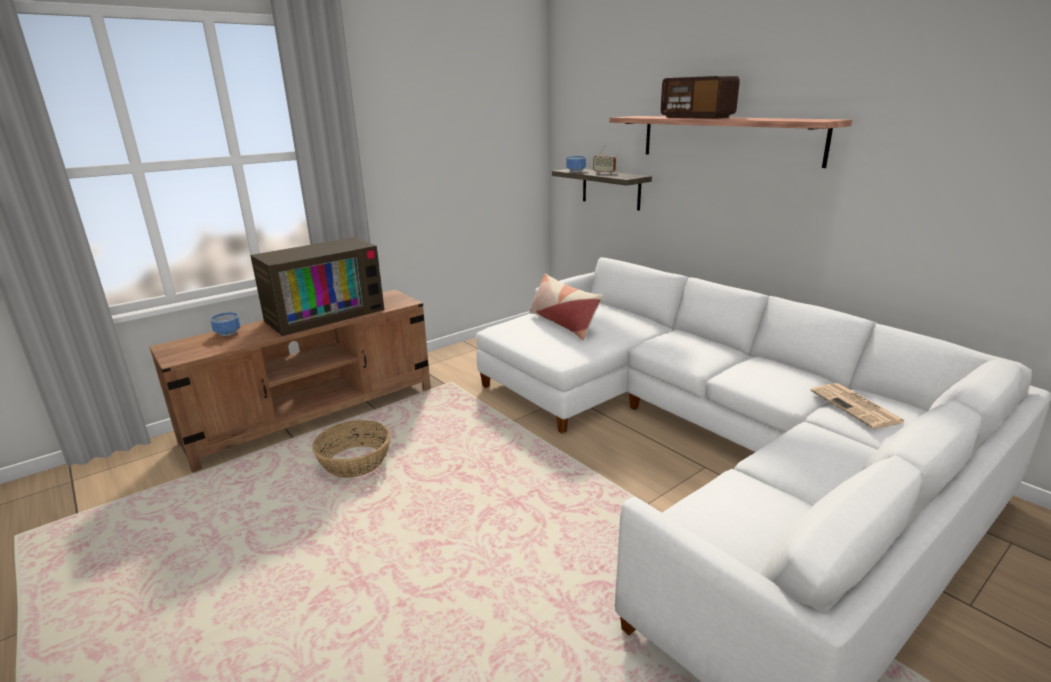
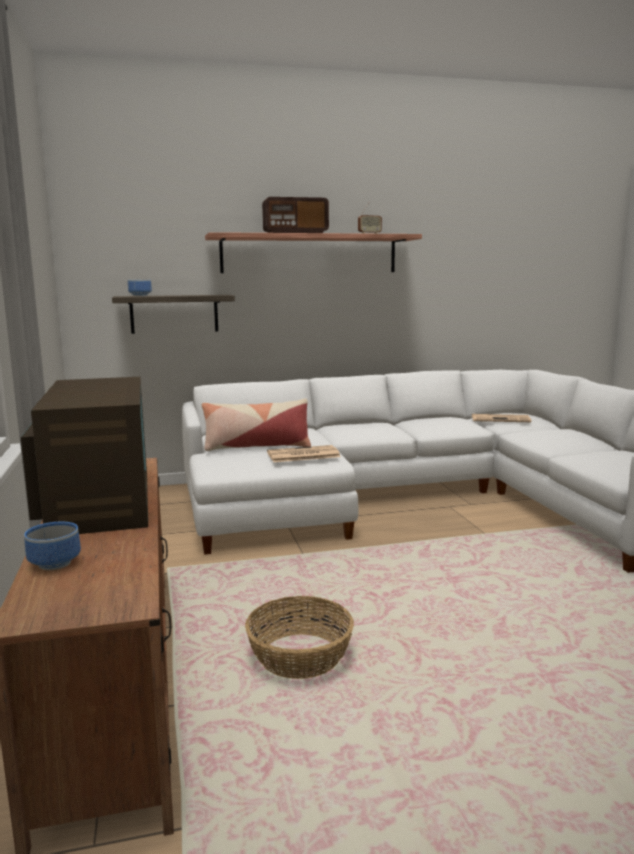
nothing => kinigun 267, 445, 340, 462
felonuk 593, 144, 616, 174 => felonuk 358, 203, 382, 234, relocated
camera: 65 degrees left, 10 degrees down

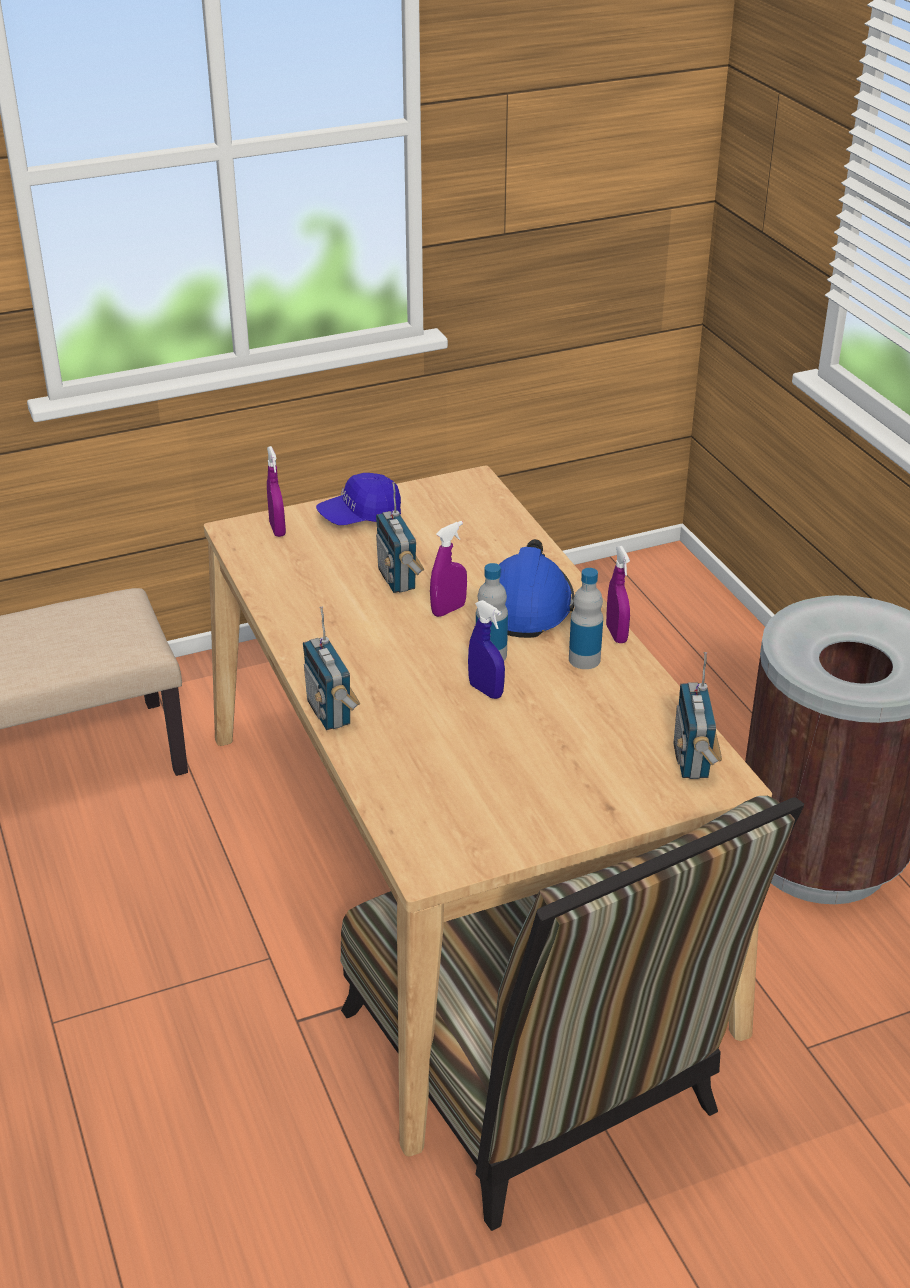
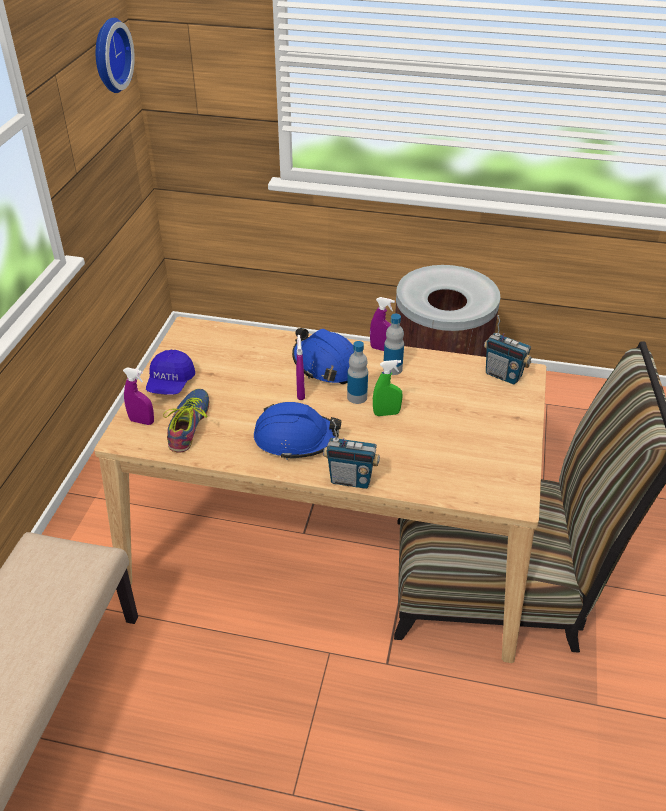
felonuk 376, 482, 424, 593 => nothing
nothing => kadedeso 96, 18, 135, 93
nothing => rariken 163, 389, 209, 453
nothing => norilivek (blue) 254, 402, 342, 460
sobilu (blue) 468, 600, 505, 699 => sobilu (green) 373, 360, 403, 416
camera: 55 degrees left, 5 degrees up

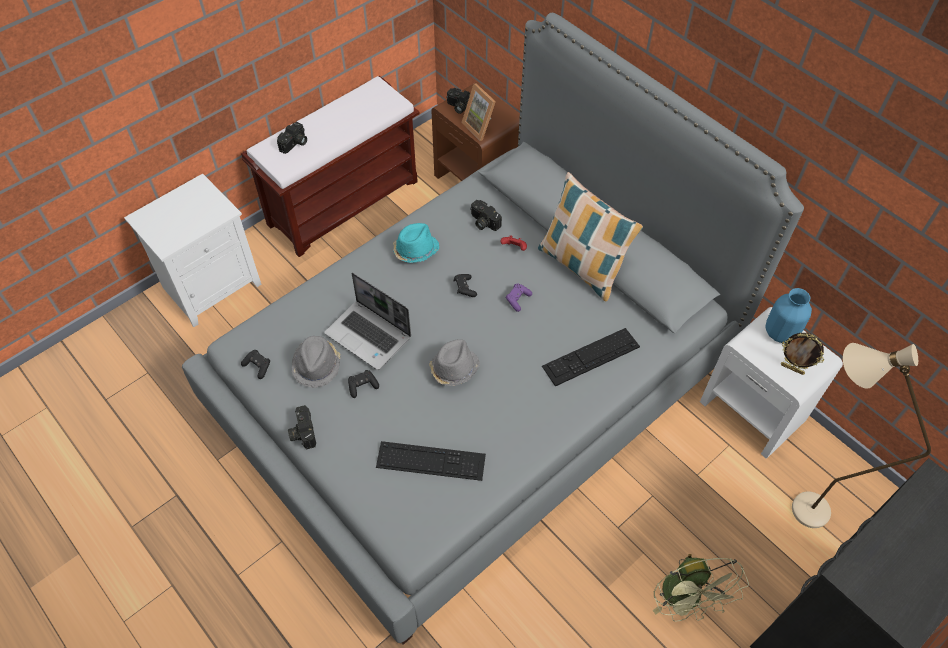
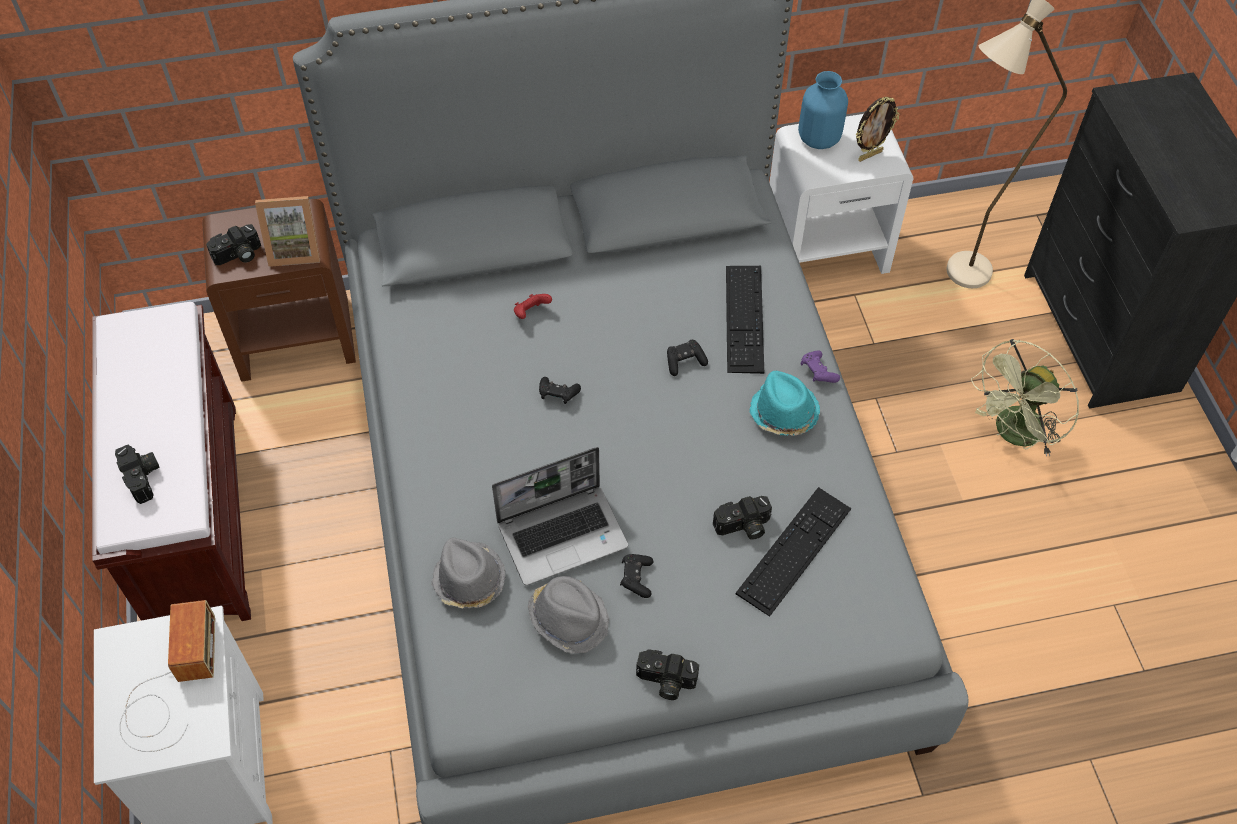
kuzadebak 538, 172, 643, 302 => nothing
nothing => felonuk 119, 600, 215, 752
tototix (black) 241, 350, 270, 379 => tototix (black) 667, 340, 708, 376, relocated
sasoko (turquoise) 393, 223, 439, 263 => sasoko (turquoise) 749, 371, 820, 436, relocated
sasoko (grey) 429, 339, 480, 386 => sasoko (grey) 431, 538, 506, 609, relocated
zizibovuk 470, 200, 502, 231 => zizibovuk 713, 496, 772, 540, relocated
tototix (purple) 506, 283, 532, 312 => tototix (purple) 801, 350, 840, 383, relocated
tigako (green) 653, 554, 749, 622 => tigako (green) 971, 339, 1079, 457, 120 degrees clockwise
camera: 60 degrees left, 0 degrees up

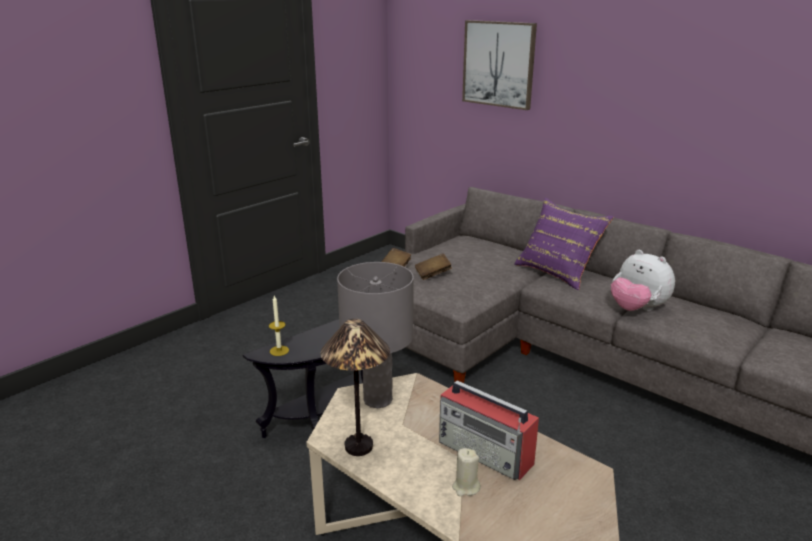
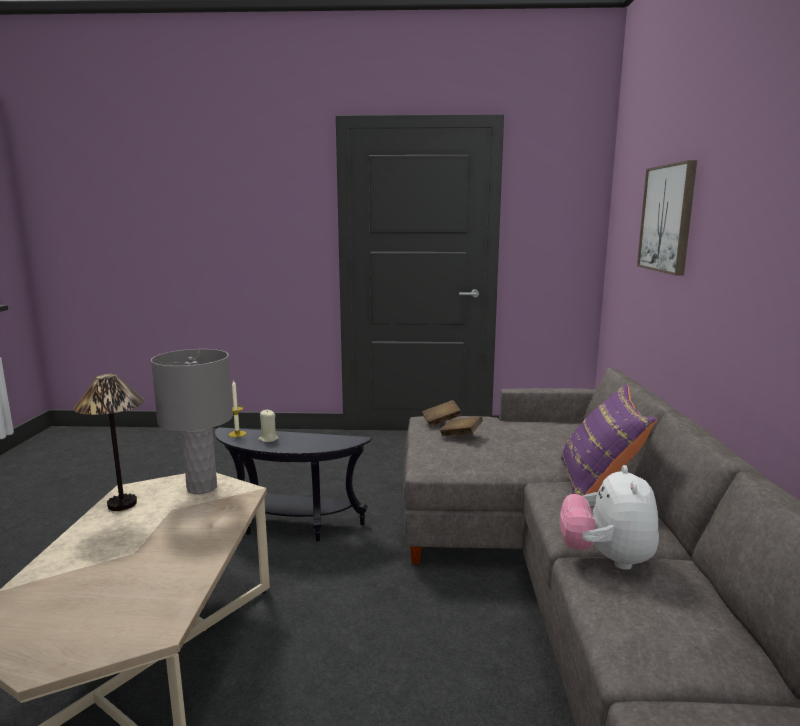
felonuk 439, 380, 539, 480 => nothing
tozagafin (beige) 452, 448, 481, 496 => tozagafin (beige) 258, 410, 278, 442, relocated
camera: 50 degrees right, 10 degrees down

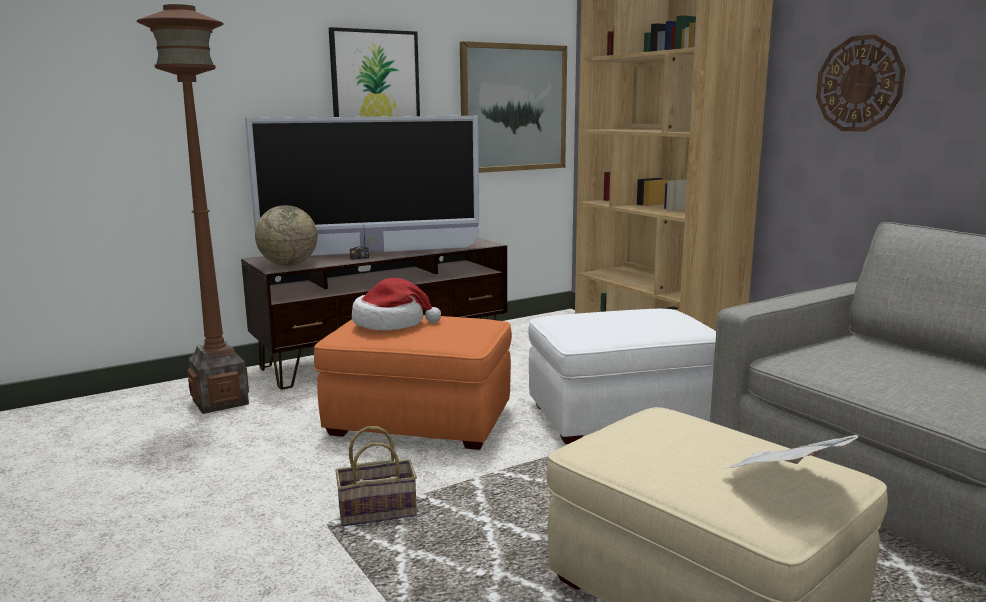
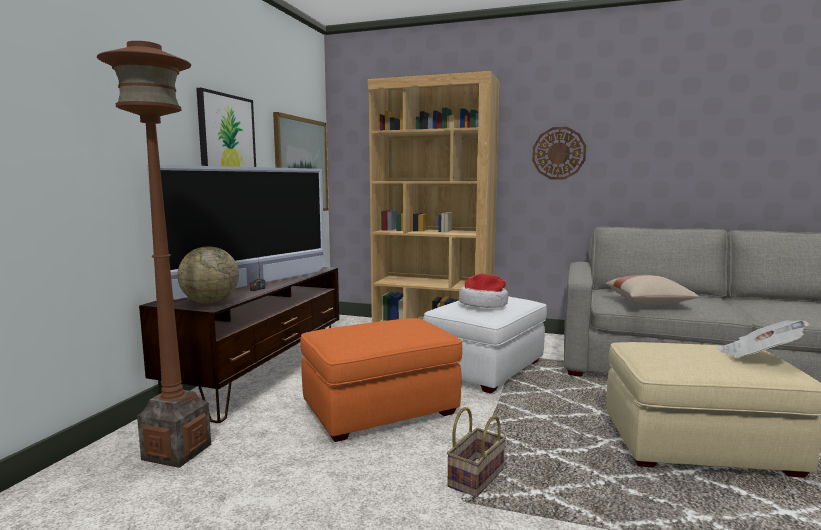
nothing => kuzadebak (beige) 606, 275, 700, 305
sasoko 352, 278, 441, 331 => sasoko 459, 273, 508, 308, relocated
camera: 40 degrees left, 5 degrees down

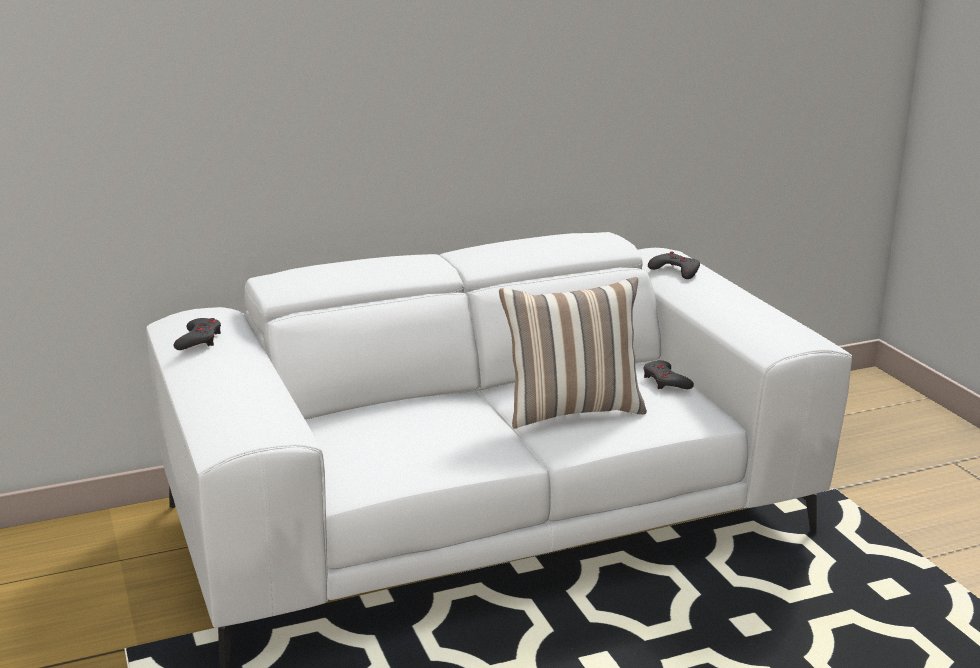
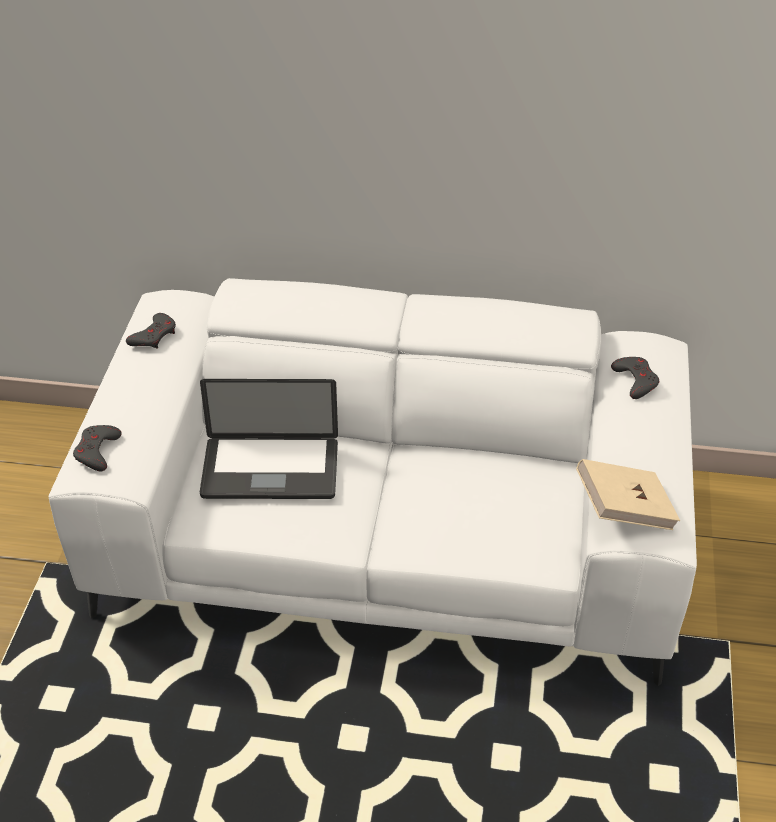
kuzadebak 499, 277, 647, 429 => nothing
nothing => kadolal 200, 379, 338, 499
nothing => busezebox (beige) 576, 459, 680, 530
tototix (grey) 644, 360, 694, 389 => tototix (grey) 73, 425, 122, 471, relocated
camera: 30 degrees right, 20 degrees up

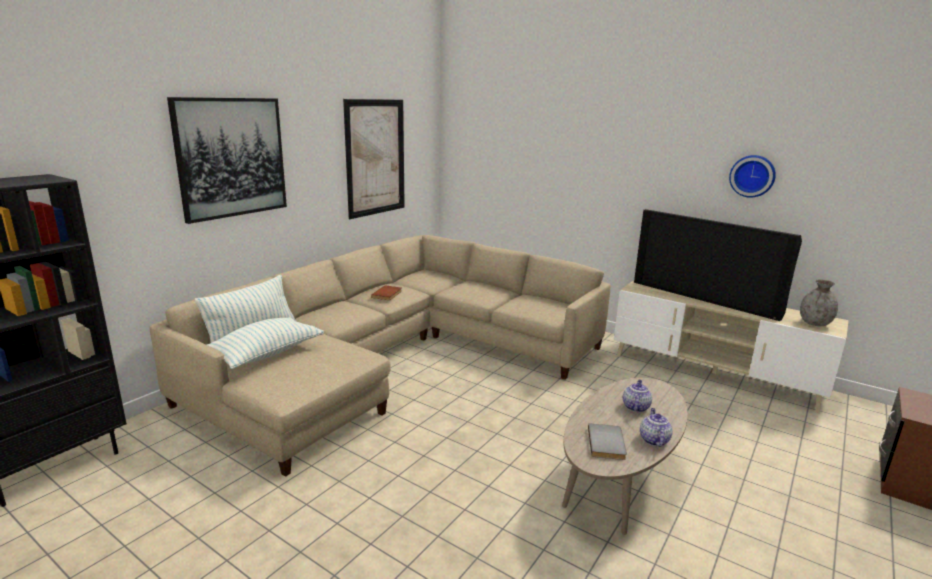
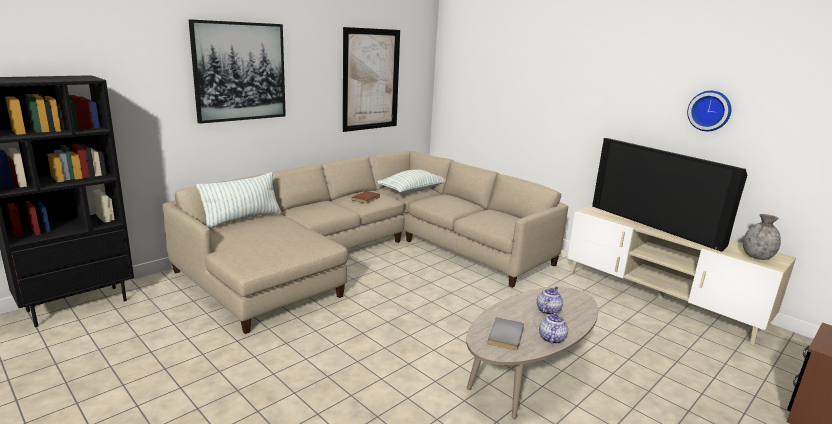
kuzadebak 207, 317, 324, 369 => kuzadebak 377, 169, 446, 193, relocated
camera: 10 degrees right, 0 degrees up

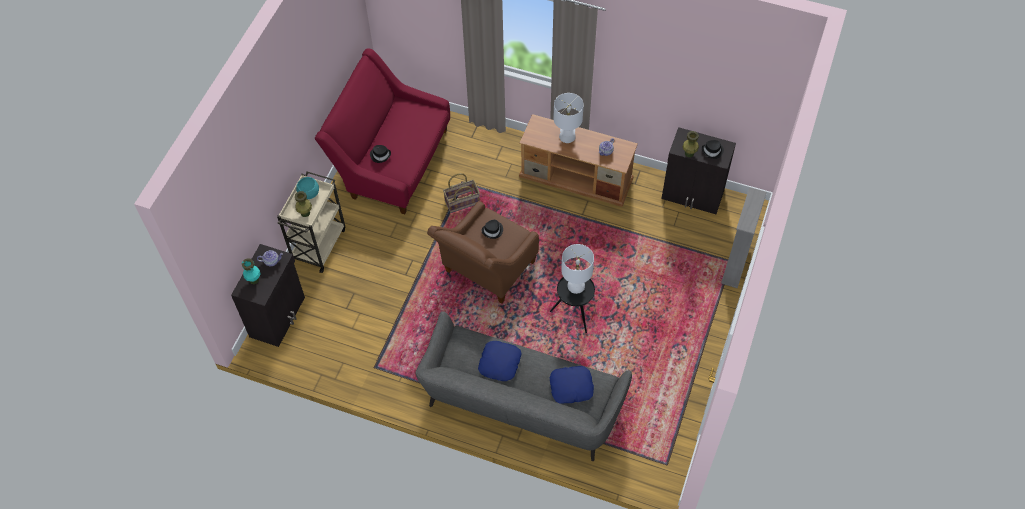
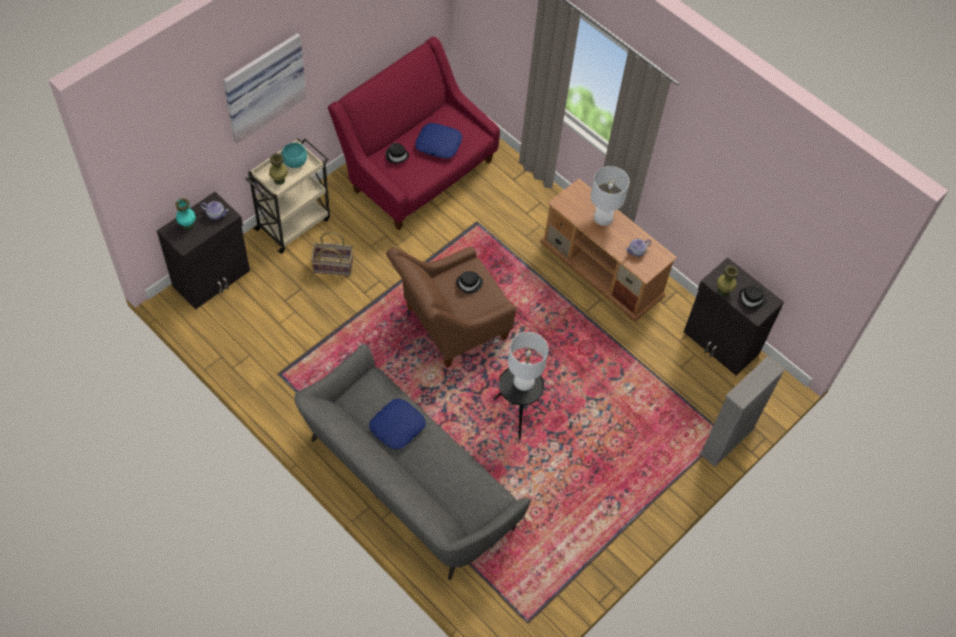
nothing => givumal 223, 33, 307, 144
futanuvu 443, 173, 480, 213 => futanuvu 311, 231, 353, 276, relocated
kuzadebak (blue) 550, 366, 594, 404 => kuzadebak (blue) 415, 123, 462, 158, relocated
camera: 20 degrees right, 0 degrees up

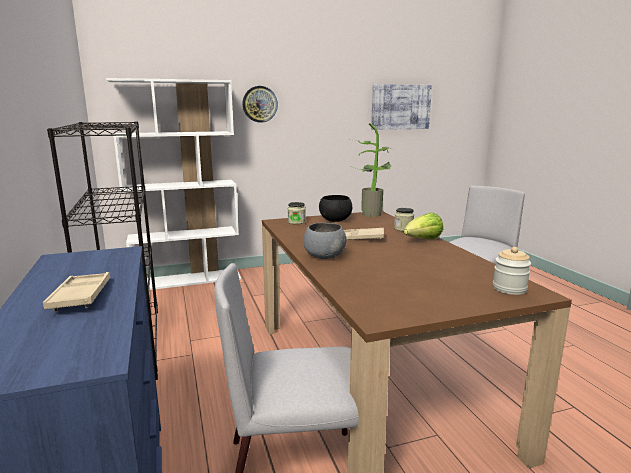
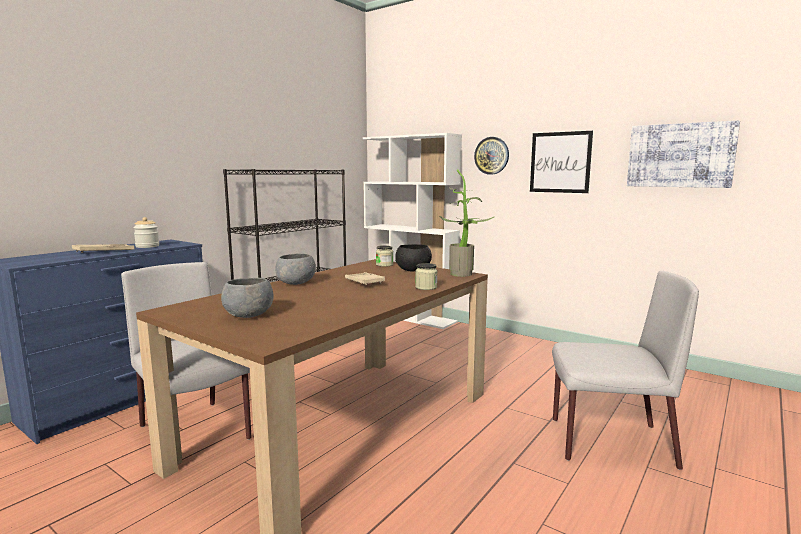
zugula 404, 212, 443, 239 => nothing
nothing => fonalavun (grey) 221, 278, 274, 318
nothing => givumal 530, 131, 593, 193
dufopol 493, 247, 531, 295 => dufopol 133, 217, 159, 248, relocated
camera: 55 degrees right, 5 degrees down

